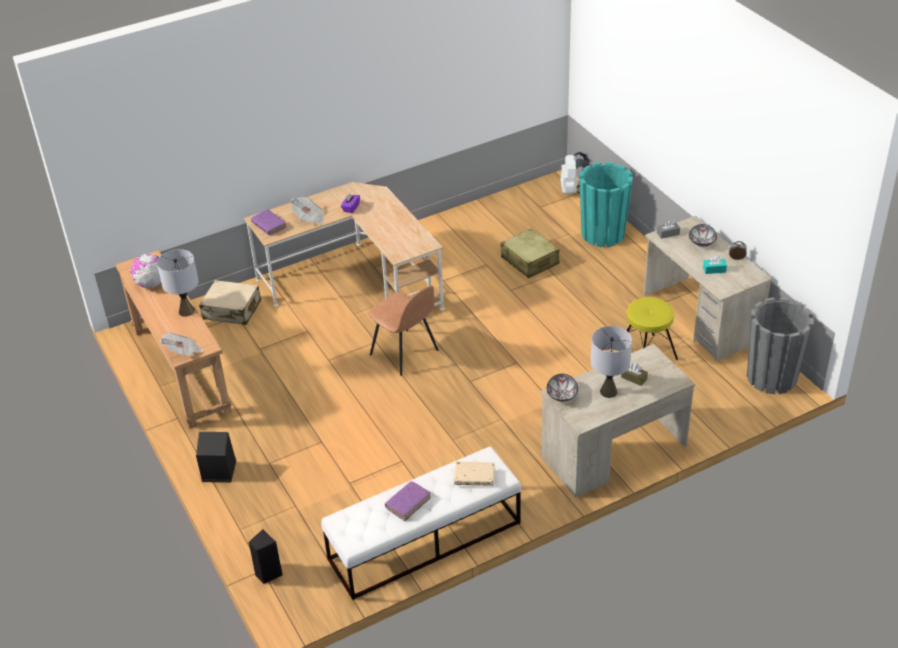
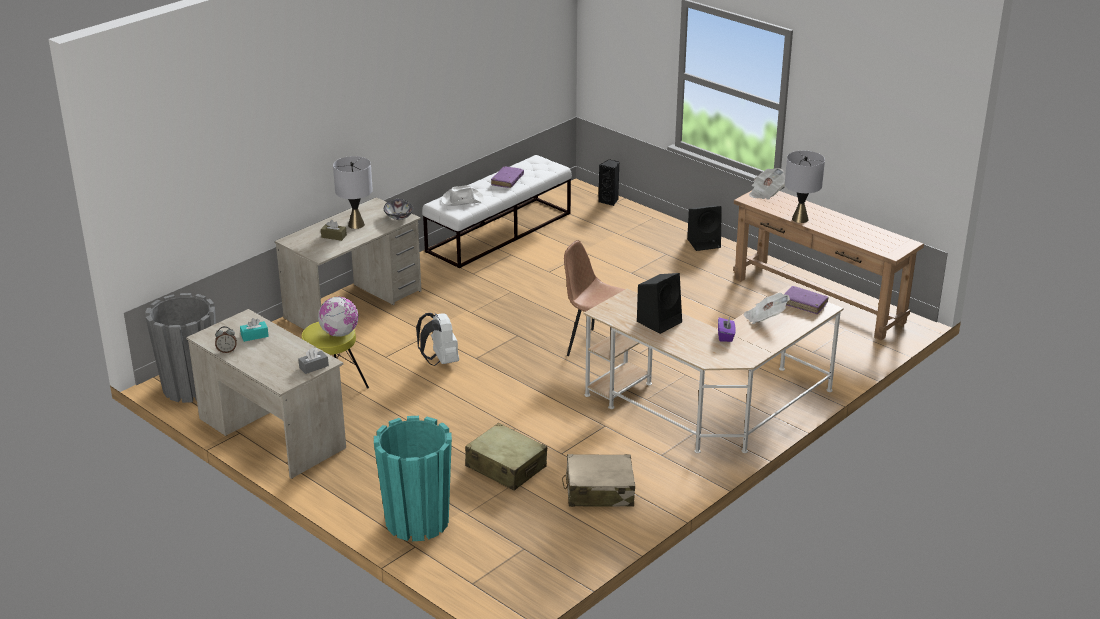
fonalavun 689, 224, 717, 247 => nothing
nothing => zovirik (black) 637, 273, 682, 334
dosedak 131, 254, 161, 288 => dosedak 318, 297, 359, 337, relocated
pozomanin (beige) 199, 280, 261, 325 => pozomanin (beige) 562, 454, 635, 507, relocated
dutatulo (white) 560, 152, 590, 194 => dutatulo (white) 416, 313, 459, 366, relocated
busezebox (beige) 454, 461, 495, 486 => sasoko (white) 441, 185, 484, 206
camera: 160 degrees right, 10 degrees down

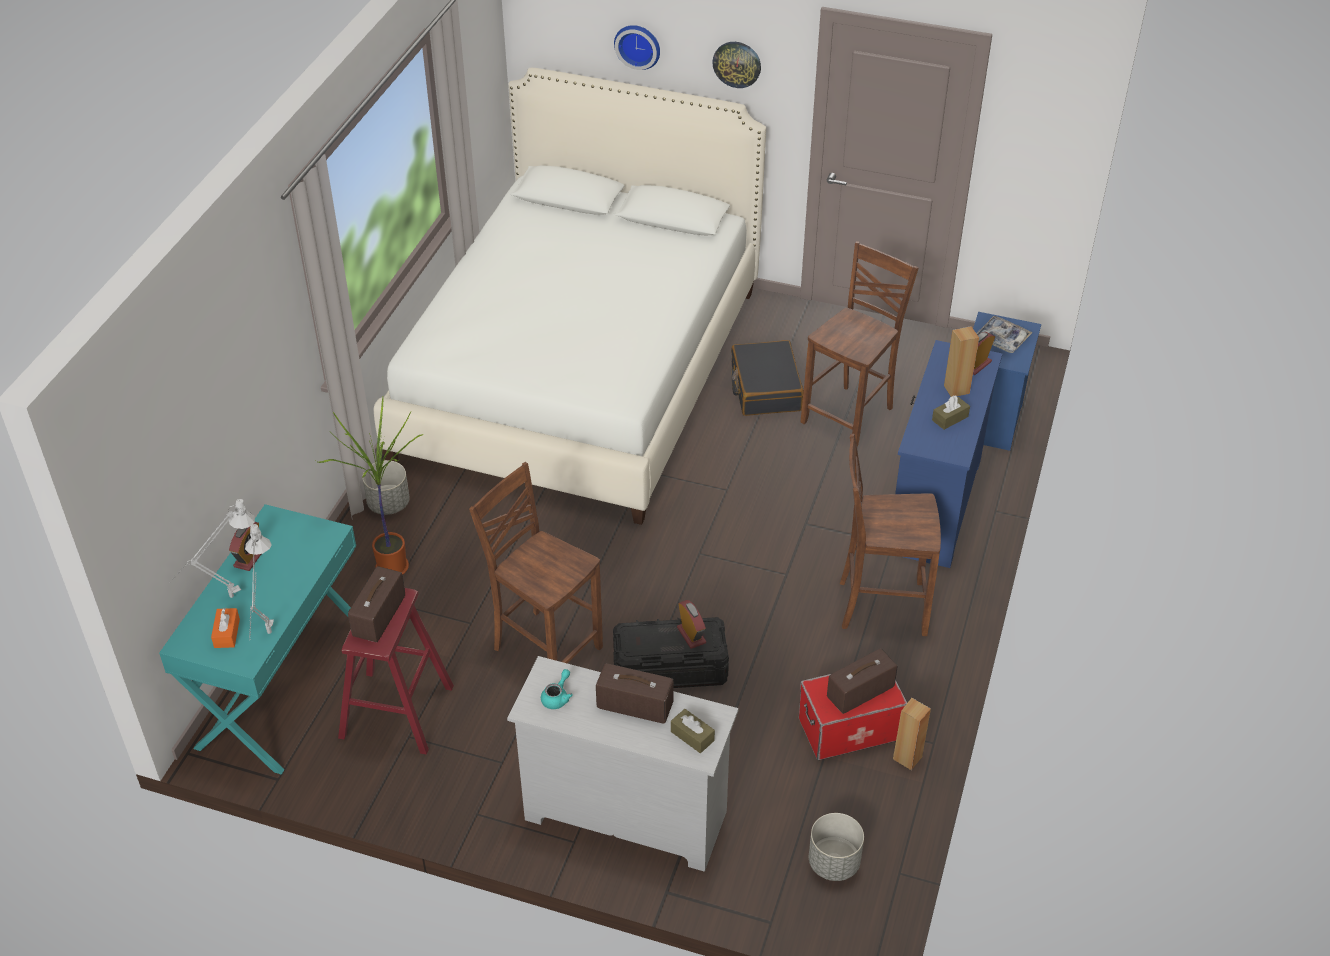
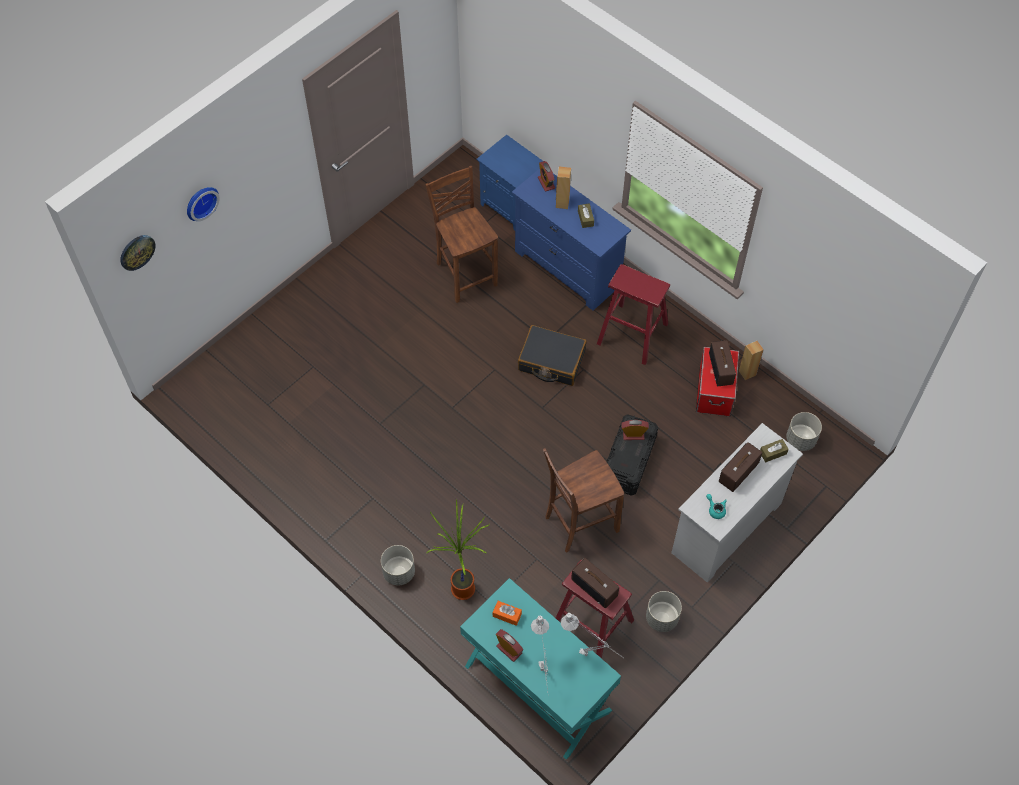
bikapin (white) 374, 68, 766, 525 => nothing
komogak 976, 316, 1033, 353 => nothing
nothing => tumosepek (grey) 646, 591, 682, 632
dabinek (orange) 211, 608, 240, 648 => dabinek (orange) 493, 601, 522, 626, relocated
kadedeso 712, 42, 761, 88 => kadedeso 120, 235, 156, 271, relocated
pozomanin (black) 731, 340, 804, 416 => pozomanin (black) 518, 325, 587, 386, relocated
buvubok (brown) 840, 434, 941, 636 => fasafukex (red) 597, 264, 670, 365
camera: 65 degrees left, 15 degrees up

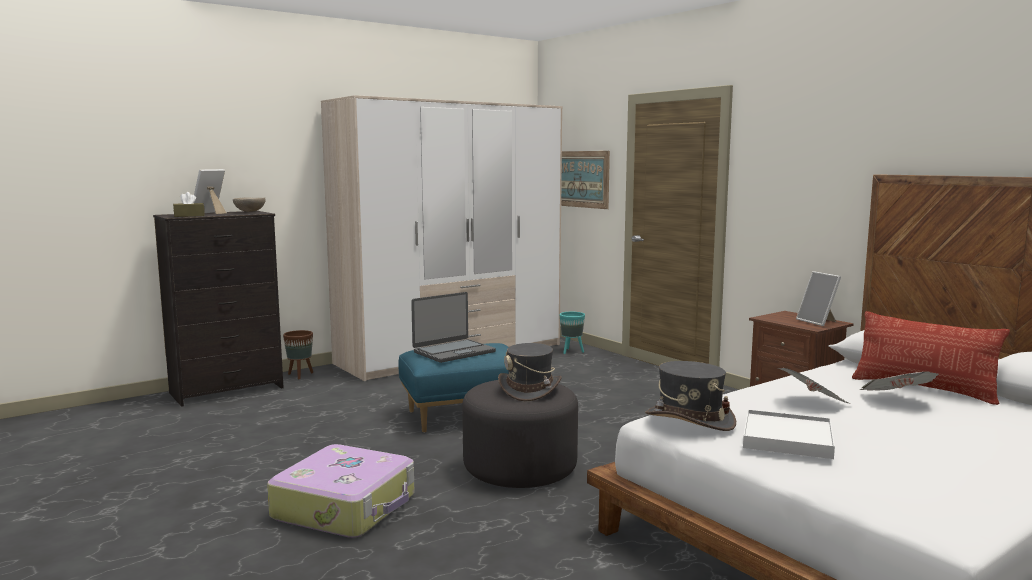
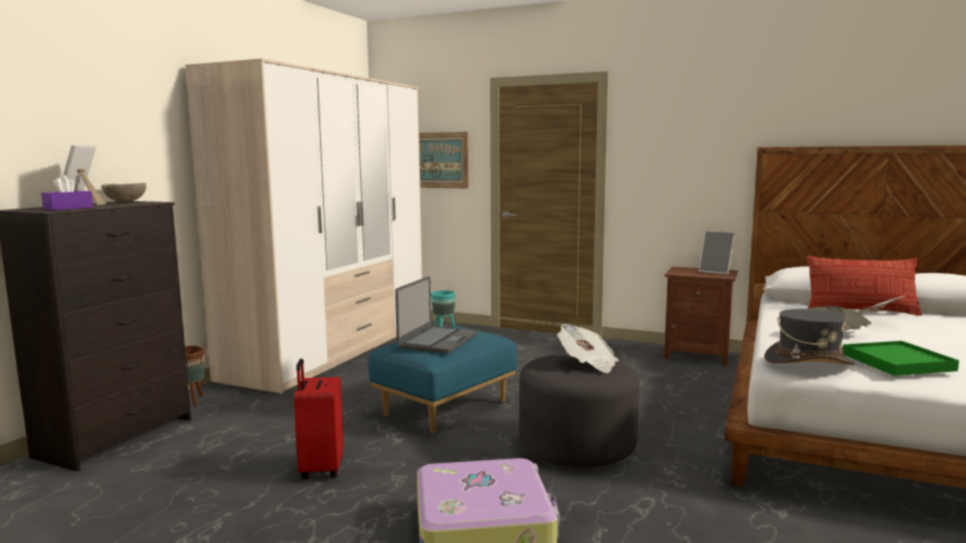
nothing => pozomanin (red) 294, 359, 344, 479
sasoko (grey) 498, 343, 562, 401 => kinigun 557, 324, 619, 373
dabinek (brown) 173, 192, 205, 217 => dabinek (purple) 41, 175, 93, 211
komogak (white) 743, 409, 835, 459 => komogak (green) 843, 341, 959, 376
camera: 30 degrees left, 0 degrees up

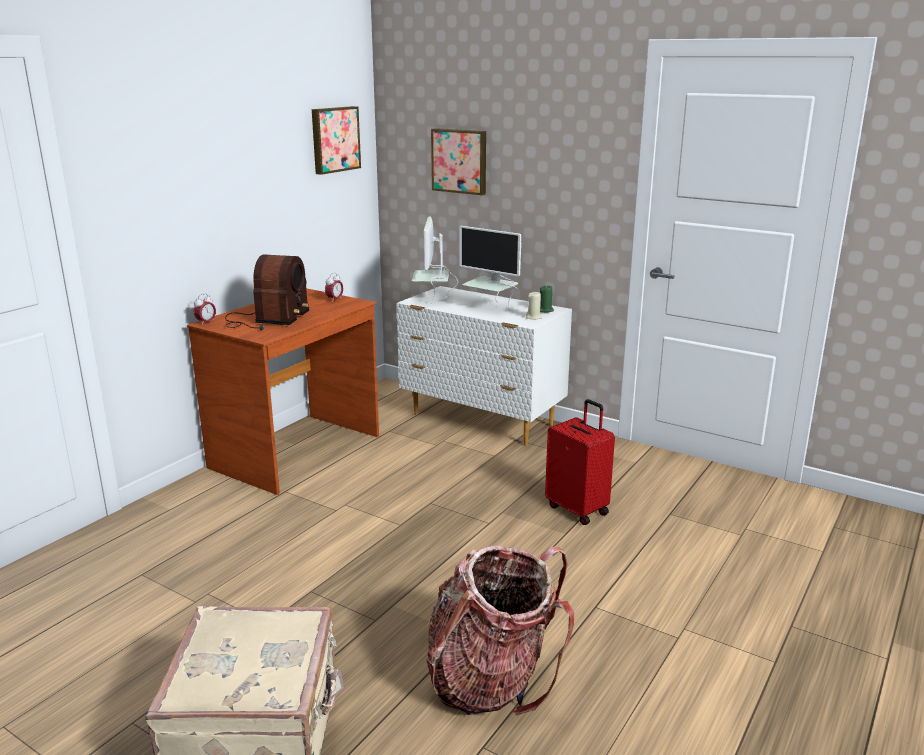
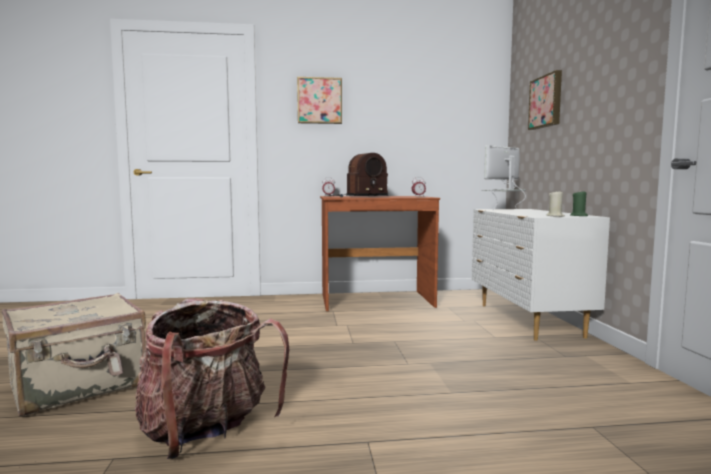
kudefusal 459, 226, 521, 312 => nothing
pozomanin (red) 545, 399, 615, 525 => nothing
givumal 312, 106, 361, 175 => givumal 297, 77, 342, 124, relocated
camera: 50 degrees right, 15 degrees down

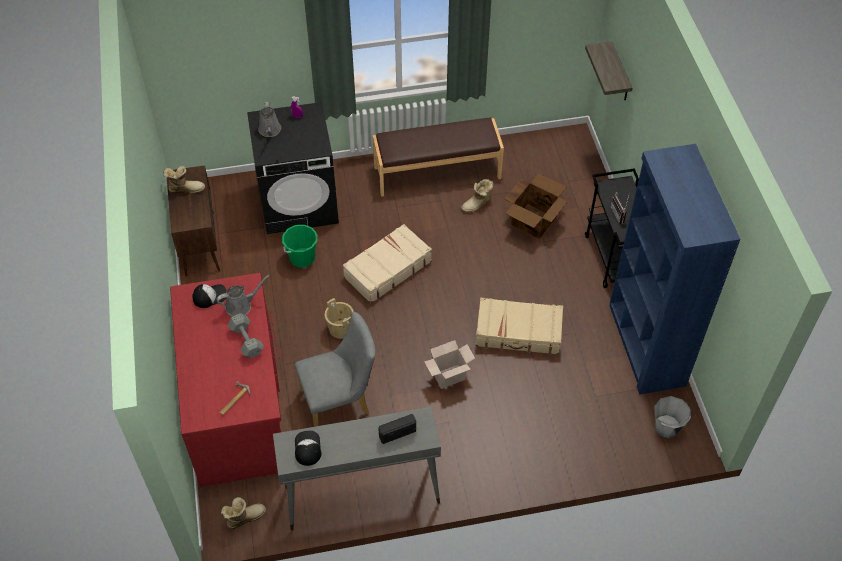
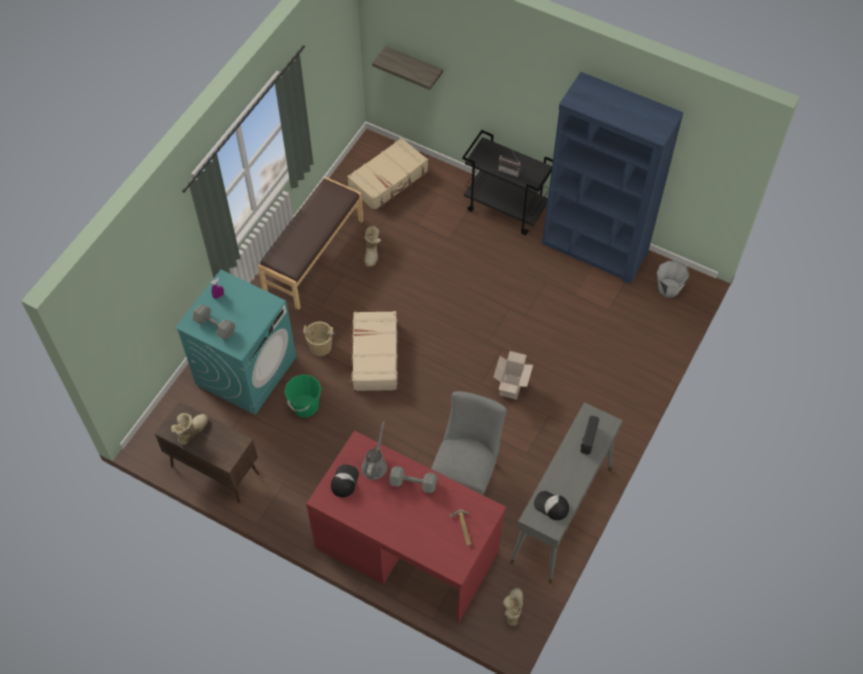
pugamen 505, 173, 568, 239 => nothing
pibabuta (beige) 325, 298, 354, 339 => pibabuta (beige) 303, 321, 334, 356, relocated
pozomanin (beige) 475, 298, 563, 355 => pozomanin (beige) 347, 137, 428, 211, relocated
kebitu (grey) 258, 102, 281, 137 => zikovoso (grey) 192, 304, 235, 339
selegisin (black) 247, 102, 339, 234 => selegisin (turquoise) 175, 270, 296, 415
camera: 50 degrees left, 5 degrees up

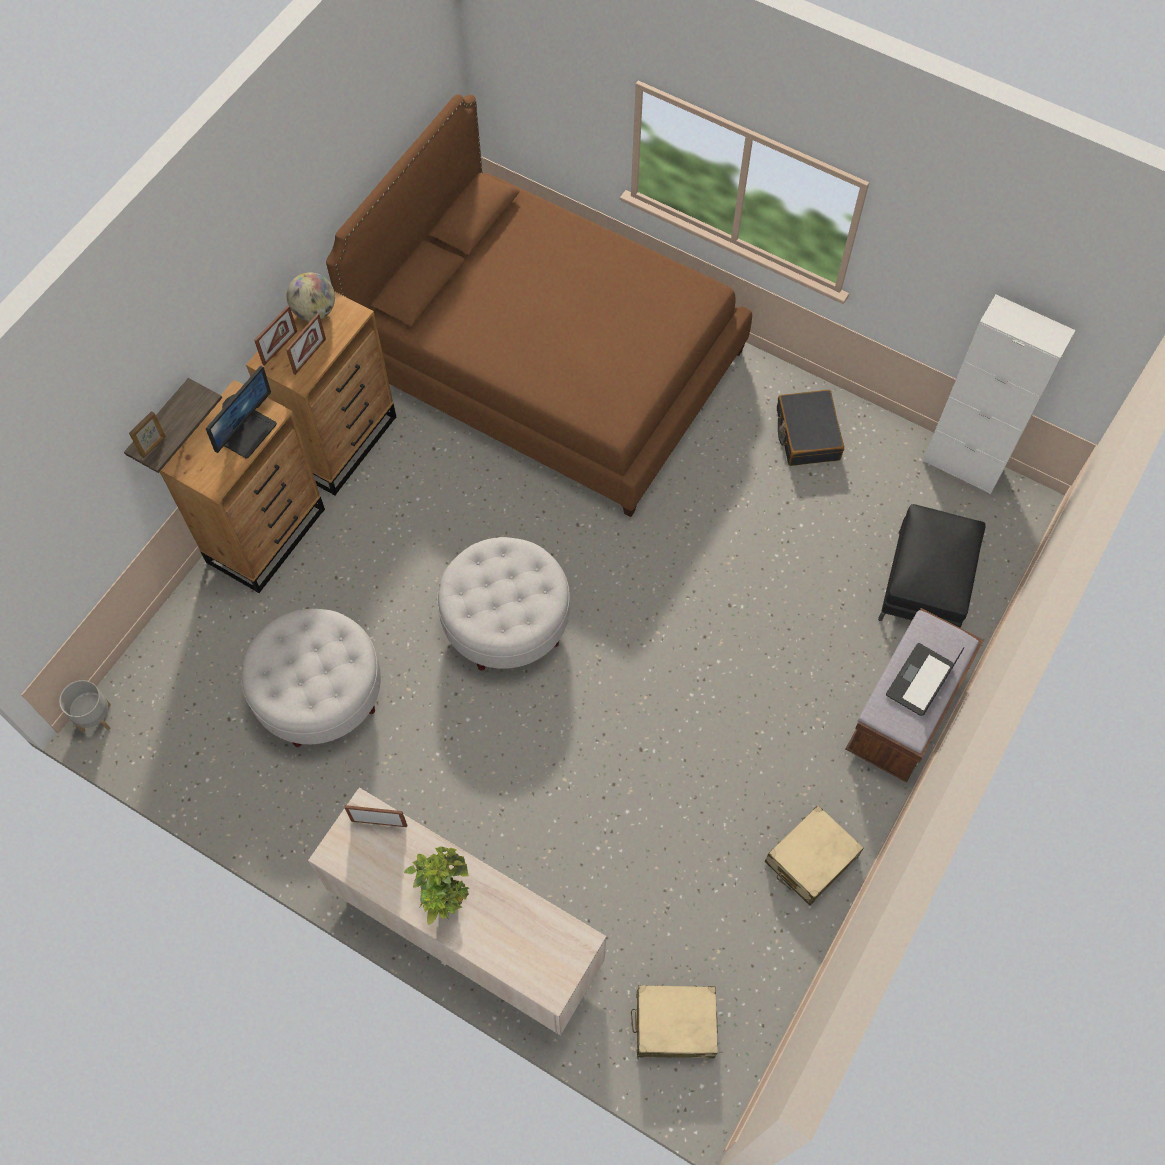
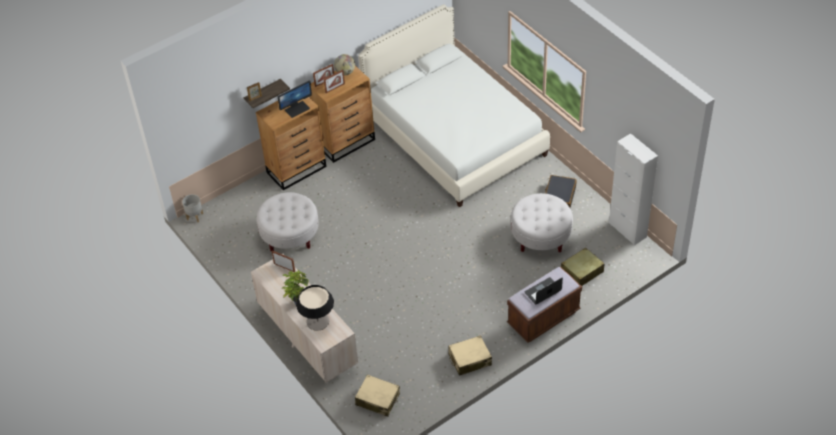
nothing => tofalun 296, 285, 334, 331
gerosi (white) 437, 537, 570, 671 => gerosi (white) 511, 193, 573, 252, relocated
gerosi (black) 878, 504, 986, 628 => pozomanin (beige) 561, 248, 605, 286
bikapin (brown) 326, 94, 752, 517 => bikapin (white) 358, 4, 550, 207
camera: 25 degrees right, 15 degrees down

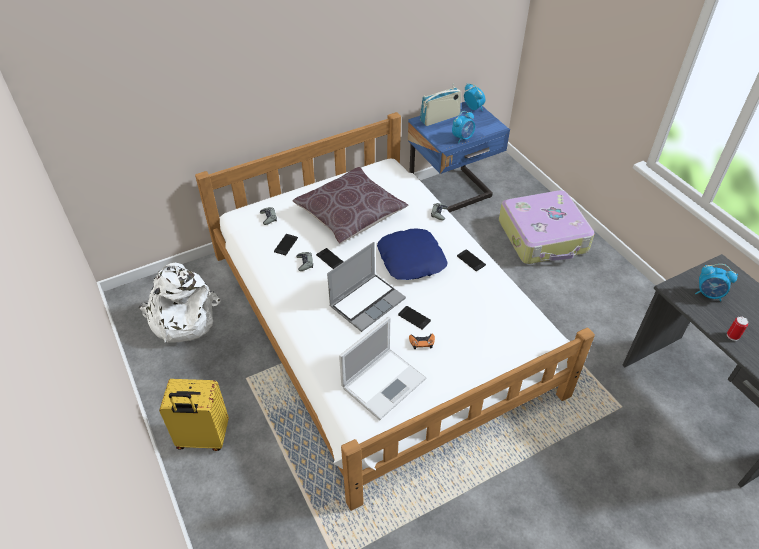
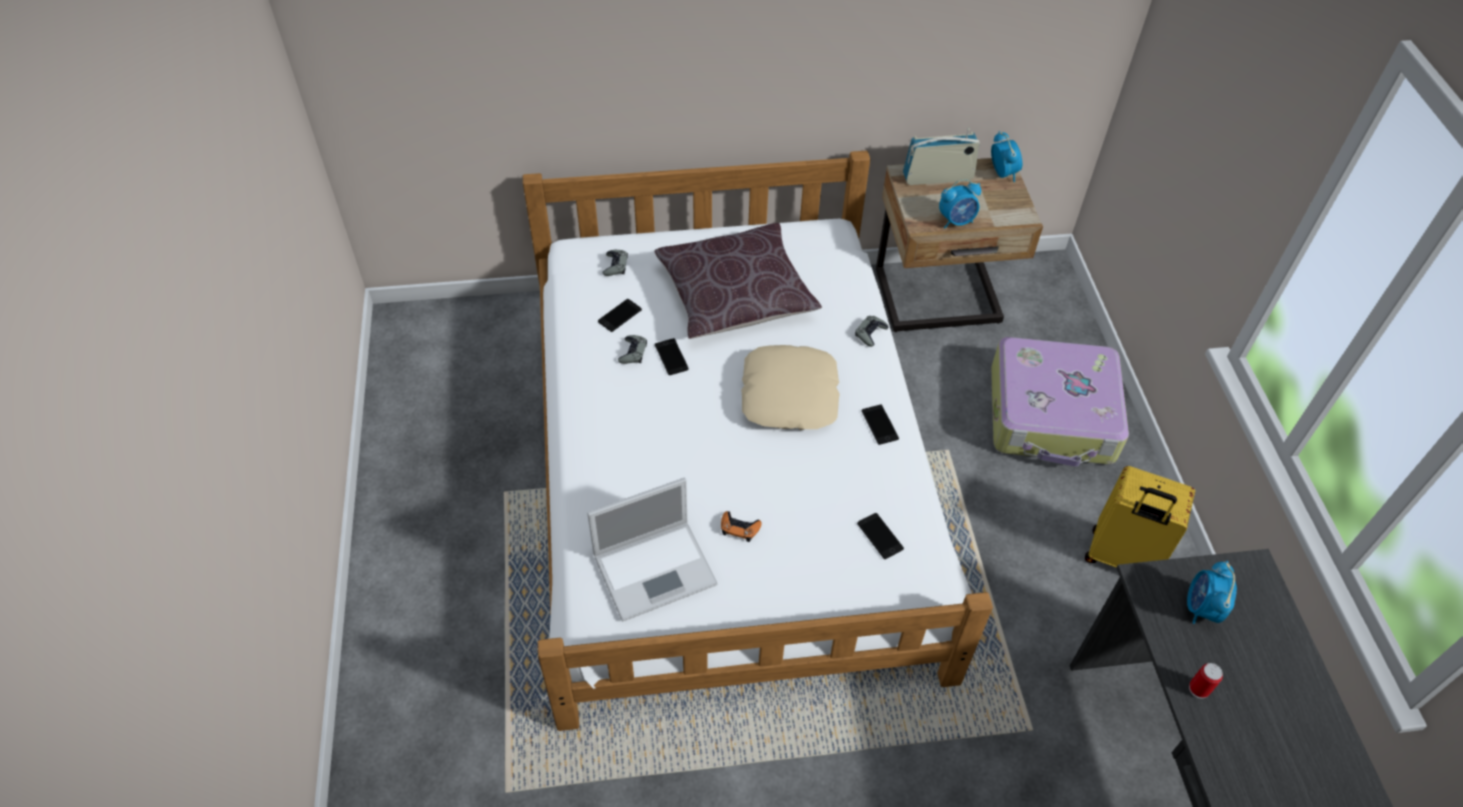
dutatulo (white) 139, 263, 221, 343 => nothing
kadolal 327, 242, 406, 332 => nothing
pozomanin (yellow) 159, 379, 229, 451 => pozomanin (yellow) 1085, 466, 1195, 567, relocated
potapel 398, 306, 431, 329 => potapel 857, 513, 904, 559, relocated
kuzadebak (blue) 377, 229, 448, 280 => kuzadebak (beige) 741, 345, 840, 430
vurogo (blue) 408, 102, 510, 212 => vurogo (beige) 876, 158, 1043, 332
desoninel 695, 264, 738, 301 => desoninel 1187, 561, 1237, 624, 60 degrees clockwise
camera: 20 degrees right, 5 degrees up

